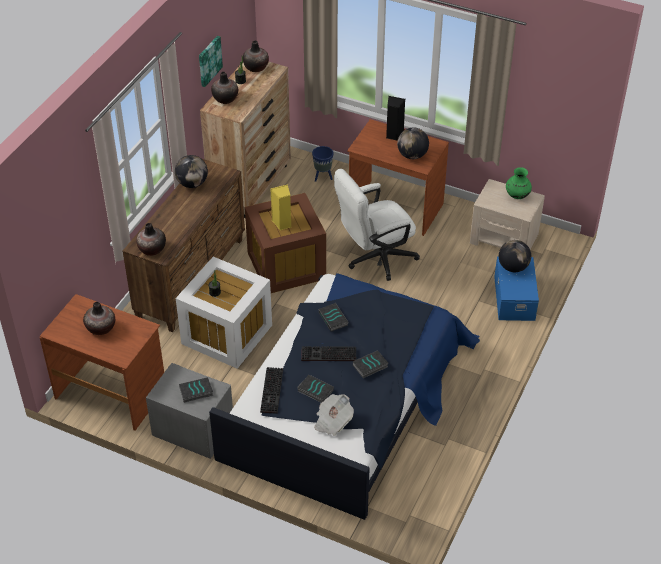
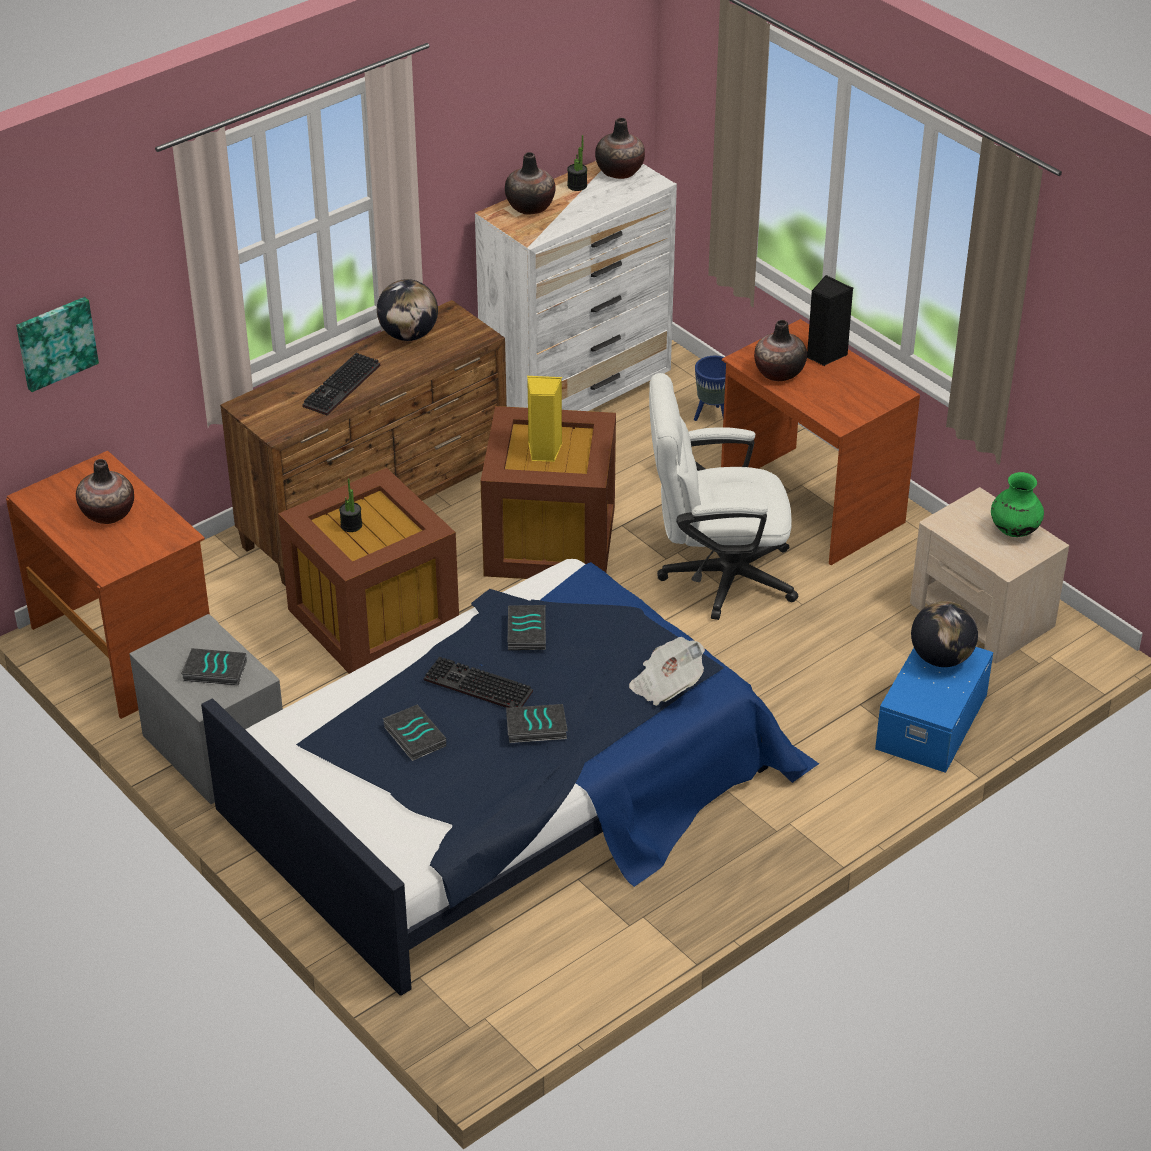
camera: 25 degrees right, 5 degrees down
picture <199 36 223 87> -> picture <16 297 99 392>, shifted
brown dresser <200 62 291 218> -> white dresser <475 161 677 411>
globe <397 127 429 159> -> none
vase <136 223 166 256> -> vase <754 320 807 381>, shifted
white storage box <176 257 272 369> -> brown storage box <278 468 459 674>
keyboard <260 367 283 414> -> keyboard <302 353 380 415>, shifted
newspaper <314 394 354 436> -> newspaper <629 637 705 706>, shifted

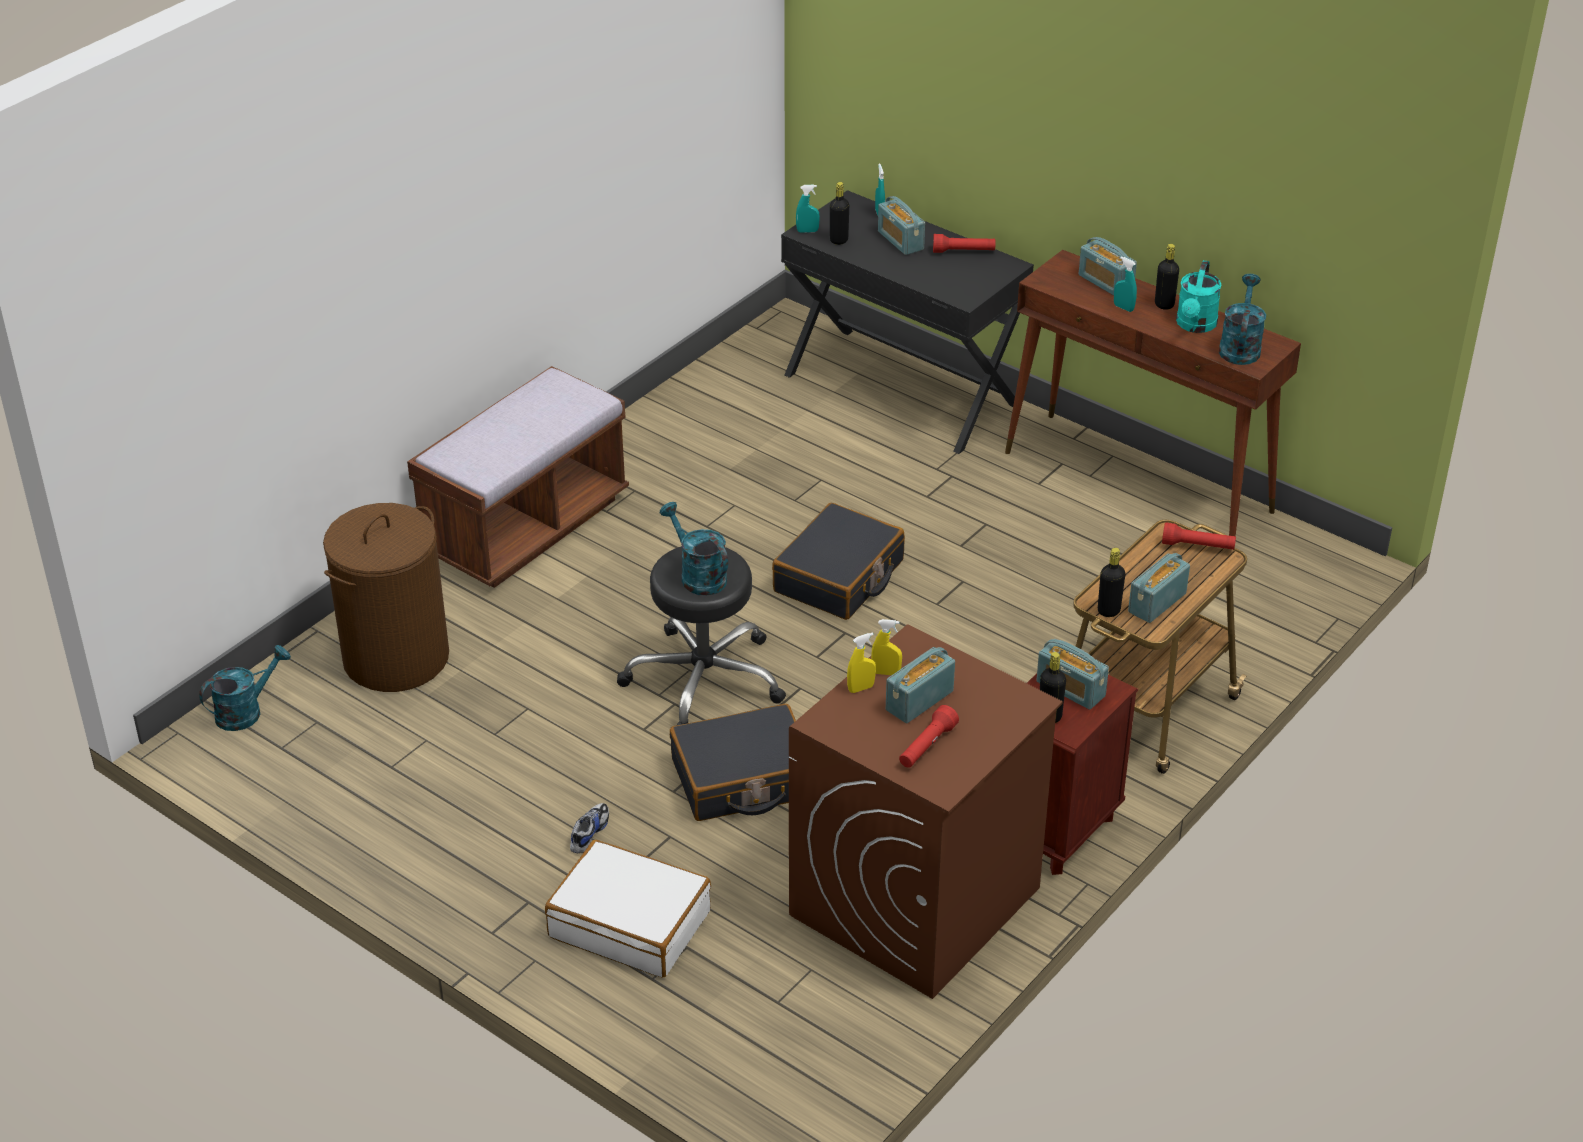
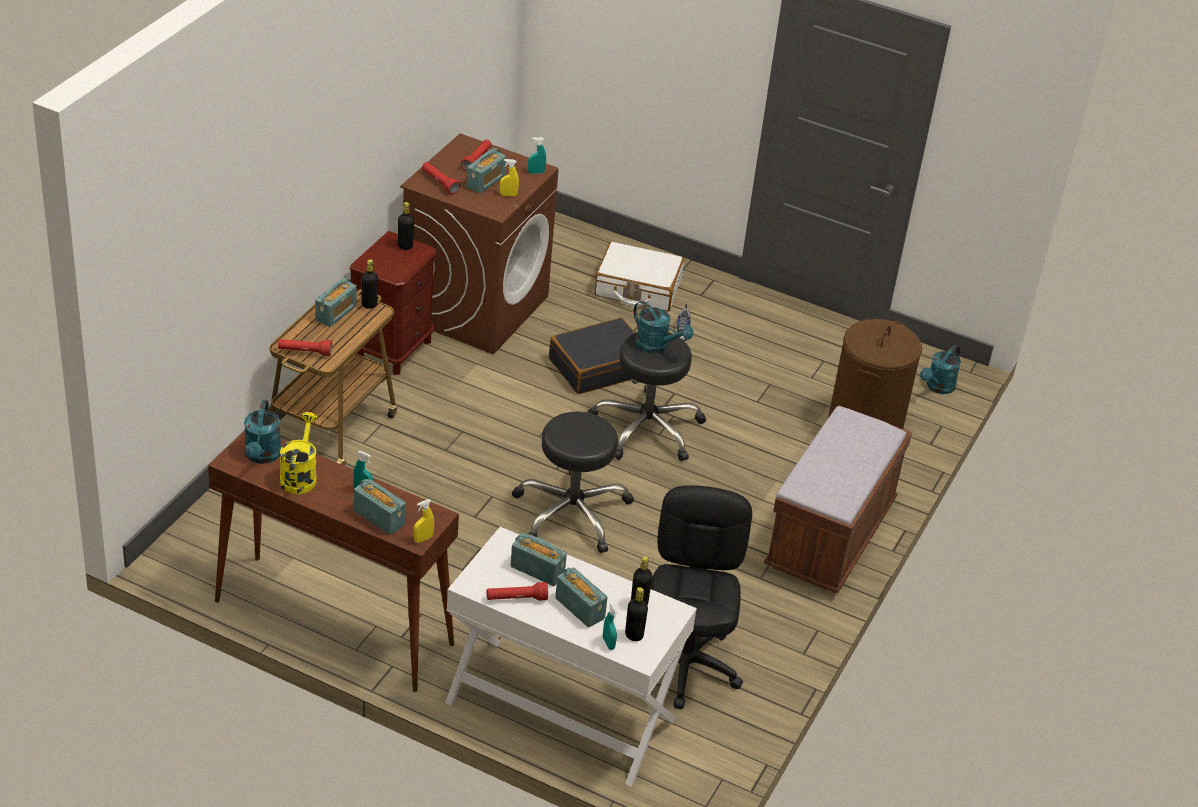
camera: 165 degrees right, 0 degrees up
turquoise spray bottle <796 185 820 233> -> turquoise spray bottle <528 137 546 174>, shifted
black desk <781 190 1034 454> -> white desk <445 527 697 787>
black bottle <1155 244 1179 310> -> black bottle <625 587 648 641>, shifted
turquoise watering can <1176 260 1221 333> -> yellow watering can <280 412 318 494>
black suitcase <772 503 905 620> -> black stool <512 411 634 553>
yellow spray bottle <847 632 876 693> -> yellow spray bottle <413 499 434 543>, shifted
radio <1036 639 1109 710> -> radio <510 533 567 586>, shifted
none -> red flashlight <422 162 460 194>
none -> black office chair <651 485 752 709>

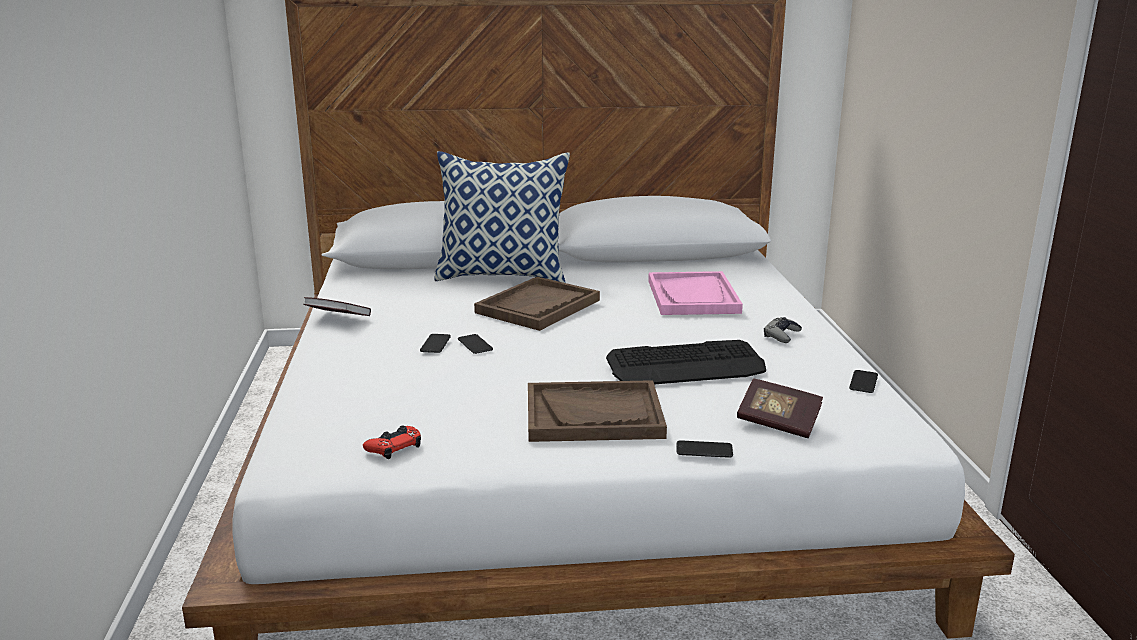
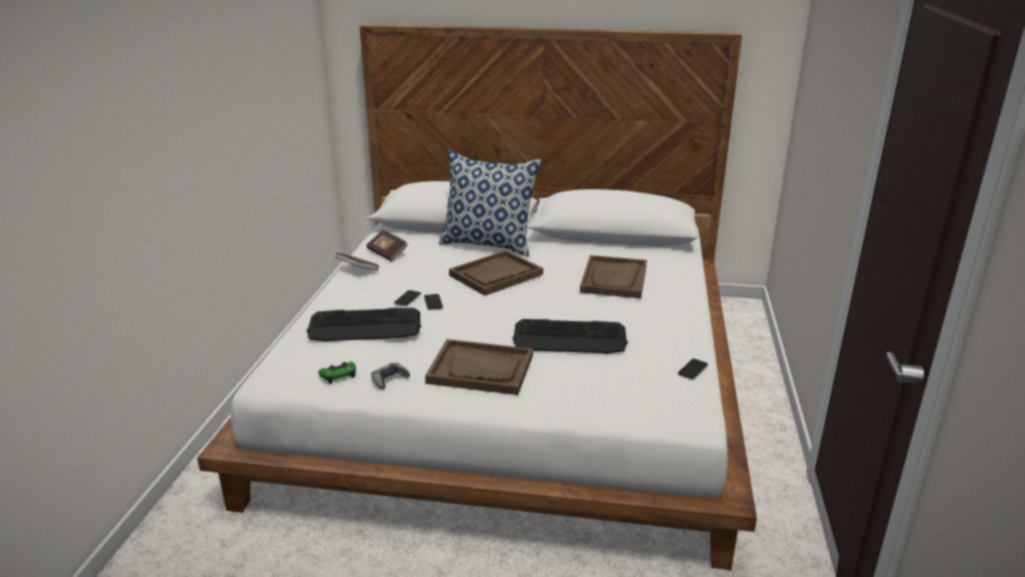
camera: 15 degrees right, 5 degrees up
pink tray <648 271 743 315> -> brown tray <580 255 647 298>
grey game controller <764 317 802 343> -> grey game controller <371 363 410 389>, shifted
book <737 378 823 438> -> book <366 230 408 261>, shifted
red game controller <363 425 421 459> -> green game controller <318 362 356 384>
phone <677 440 733 458> -> none
none -> keyboard <307 308 421 341>

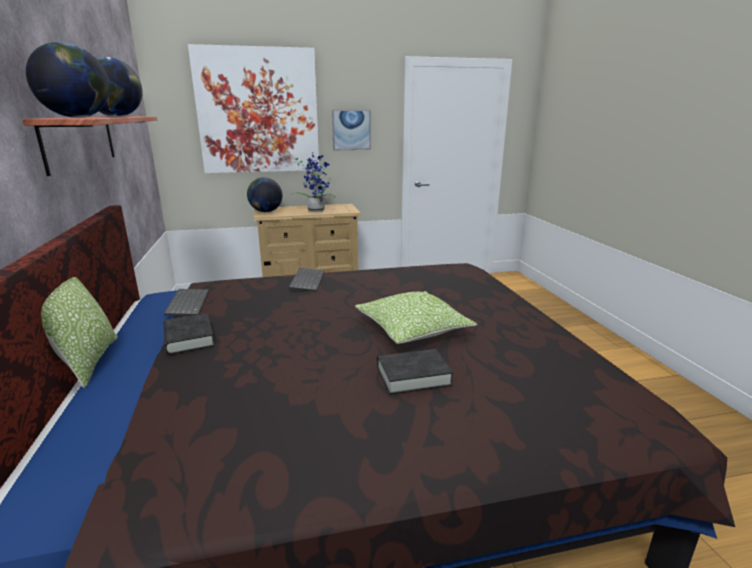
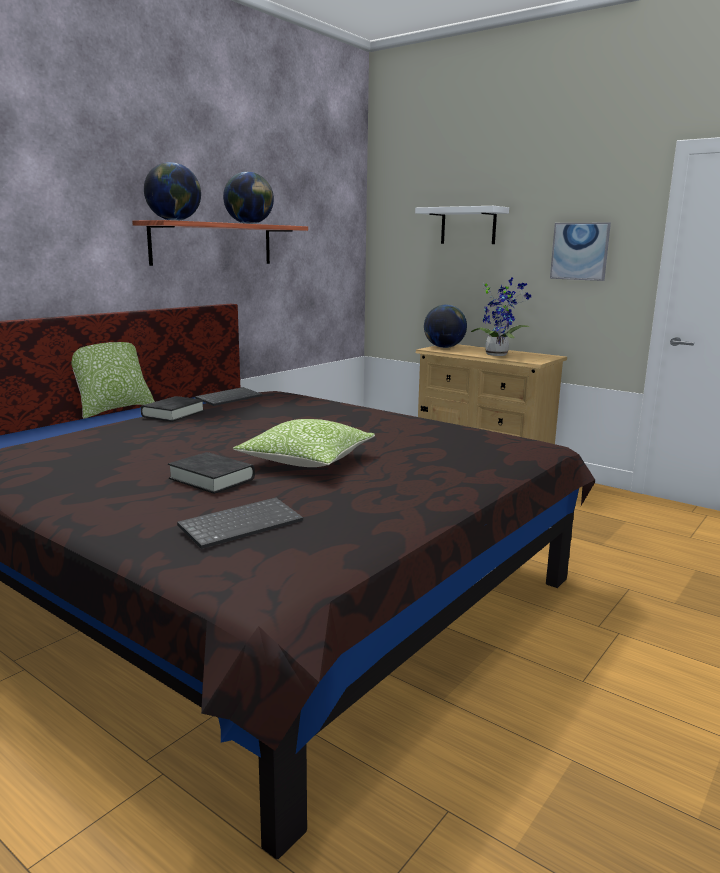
camera: 50 degrees right, 5 degrees down
picture <188 44 320 173> -> white shelf <415 206 509 244>
keyboard <289 268 325 292> -> keyboard <177 497 303 549>, shifted

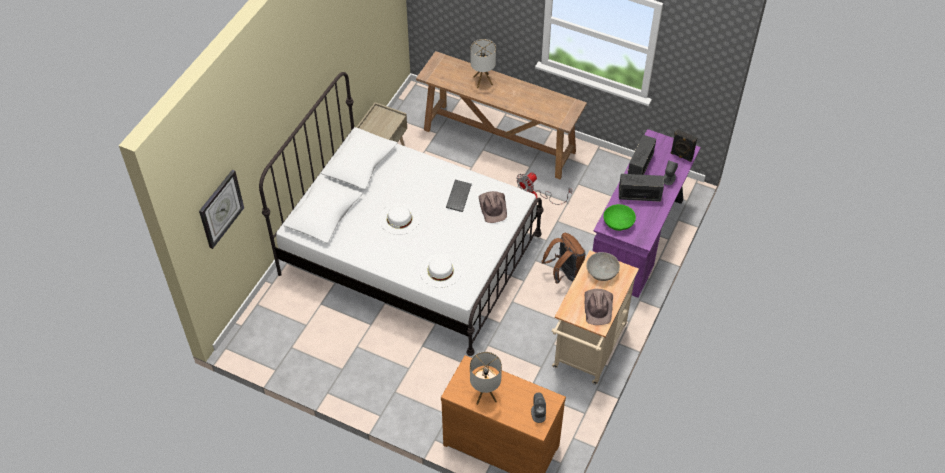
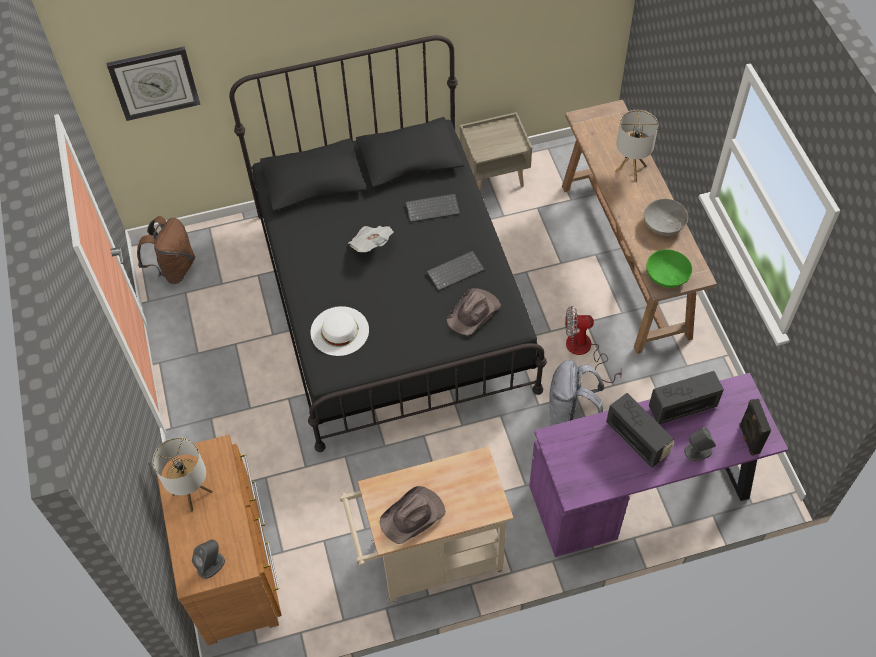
camera: 50 degrees right, 5 degrees up
white bed <259 72 544 356> -> black bed <229 35 547 452>
white hat <379 203 420 235> -> newspaper <348 226 394 252>
green bowl <603 204 636 231> -> green bowl <646 249 692 288>, shifted
brown backpack <542 233 586 284> -> brown backpack <137 216 195 284>, shifted
grey bowl <586 252 620 281> -> grey bowl <644 199 688 236>, shifted
none -> keyboard <406 194 460 222>
none -> grey backpack <549 360 604 425>

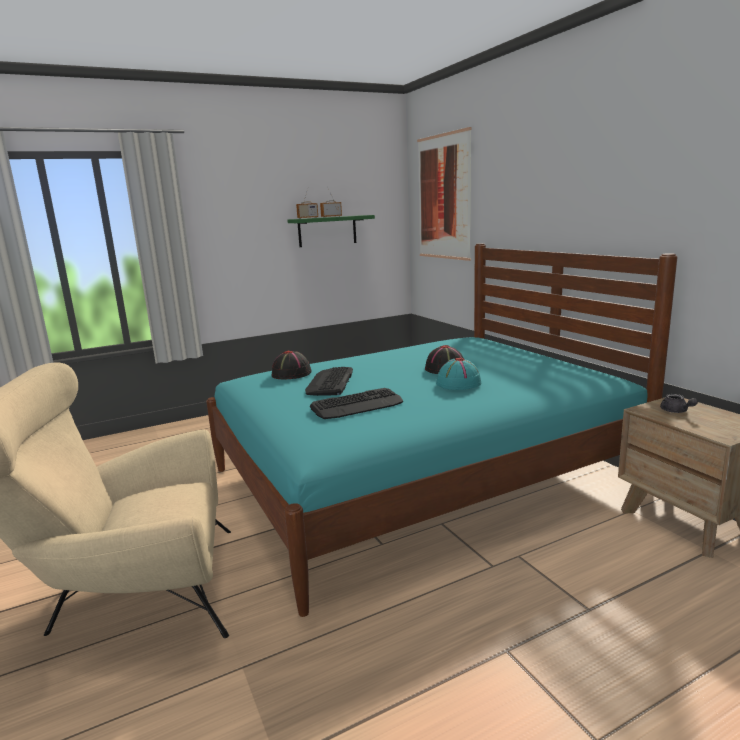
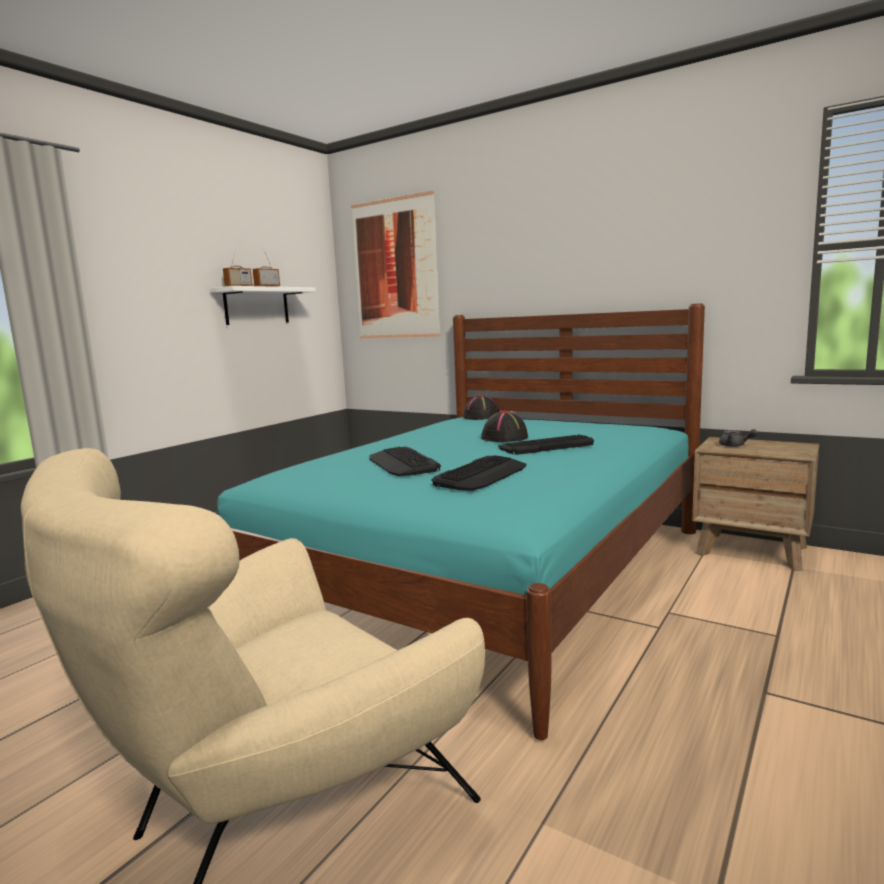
camera: 30 degrees left, 5 degrees down
green shelf <287 215 375 247> -> white shelf <211 286 316 325>
black hat <271 350 312 379> -> black hat <463 395 500 420>, shifted
turquoise hat <436 358 481 390> -> keyboard <498 435 594 455>

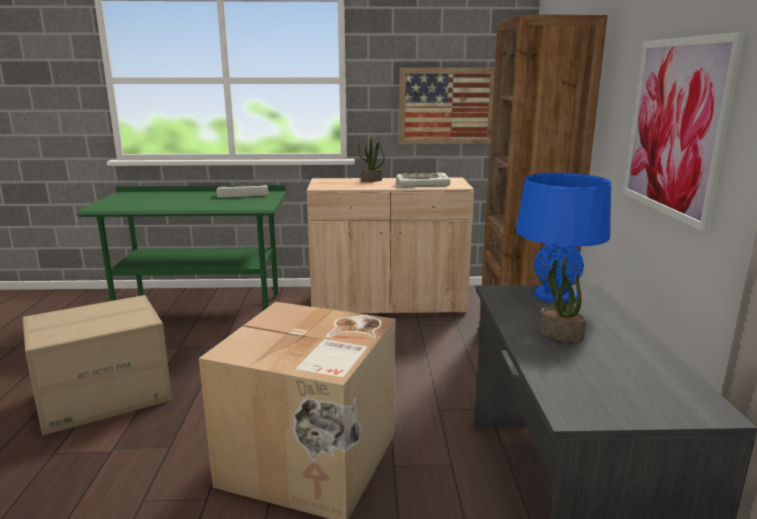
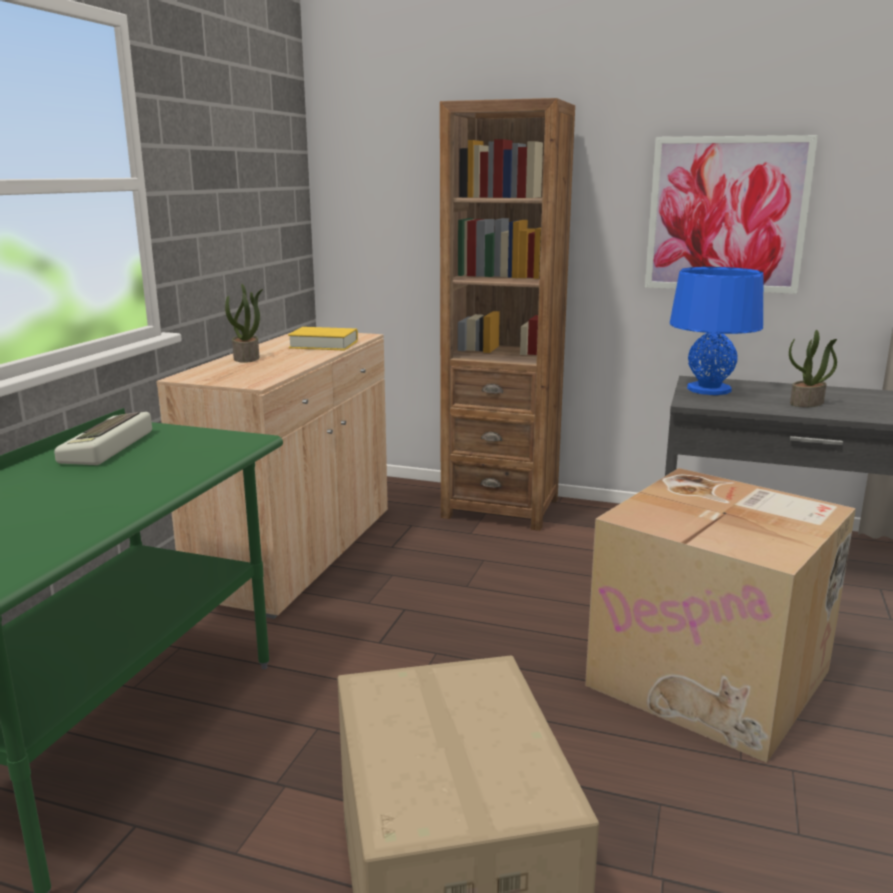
camera: 70 degrees left, 0 degrees up
picture <399 68 495 144> -> none
keyboard <396 173 450 188> -> yellow book <288 327 358 351>

